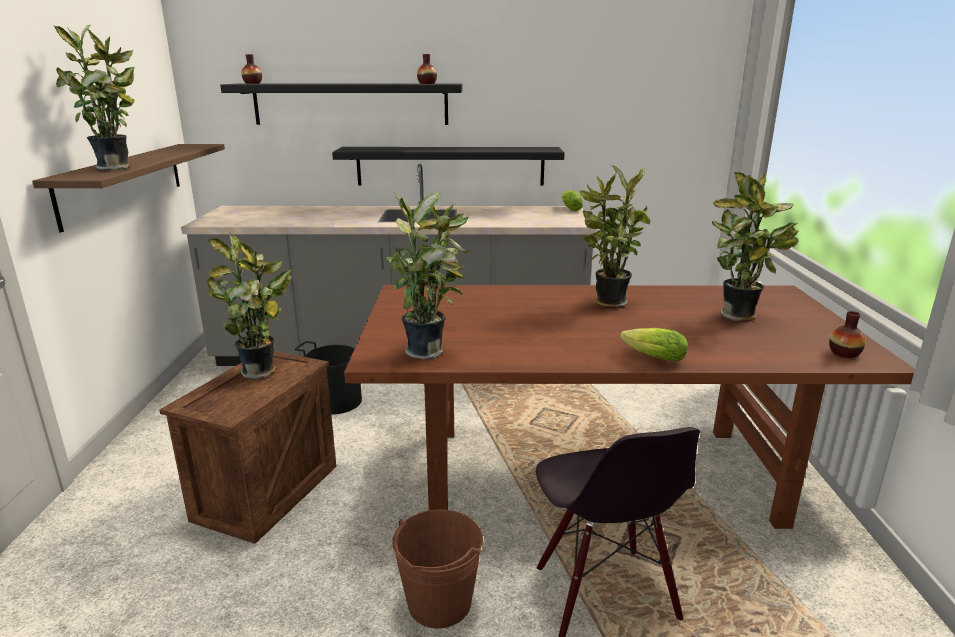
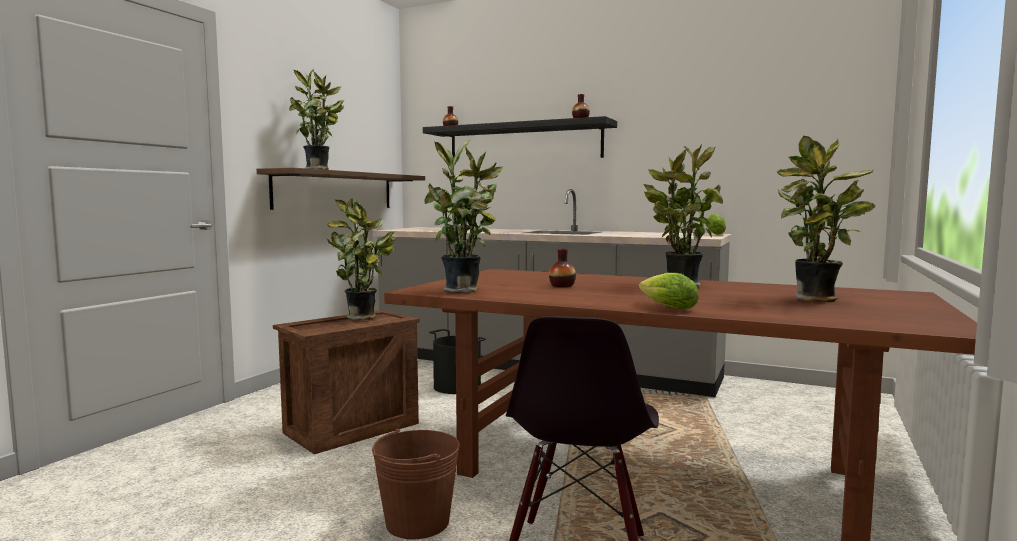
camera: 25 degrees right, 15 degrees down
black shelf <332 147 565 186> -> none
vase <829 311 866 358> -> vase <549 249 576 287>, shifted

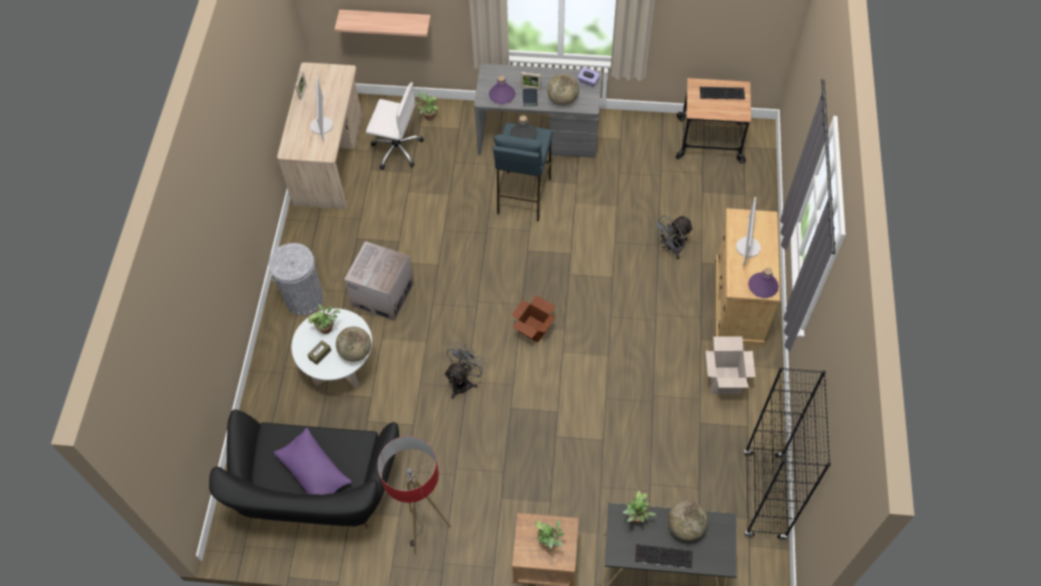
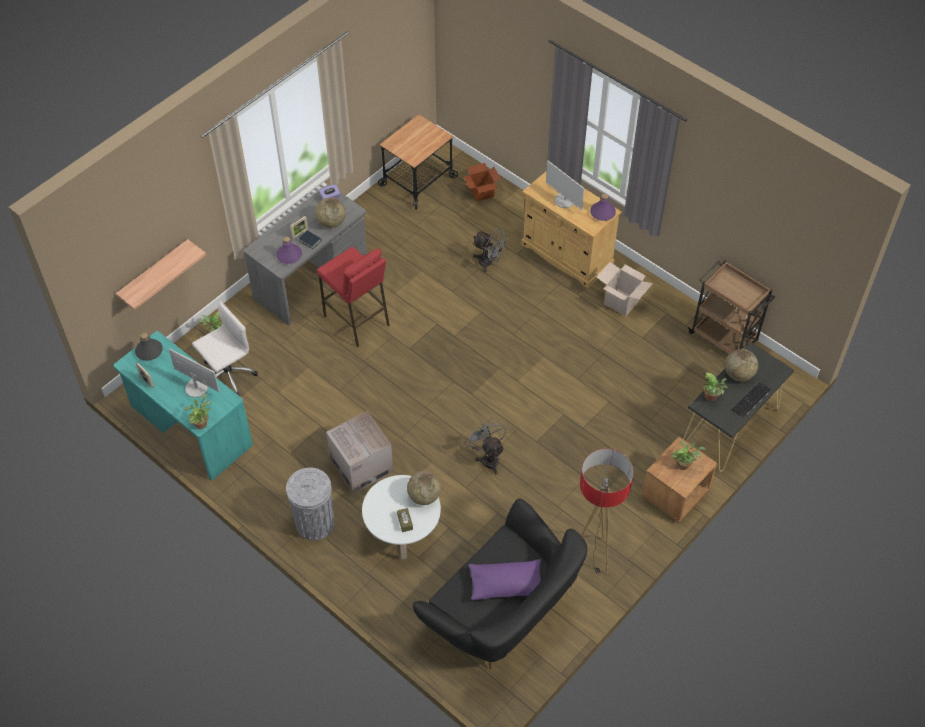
camera: 55 degrees left, 5 degrees down
beige desk <277 62 362 209> -> turquoise desk <114 331 253 480>
keyboard <700 87 745 100> -> none
grey bottle <510 115 537 139> -> grey bottle <135 333 163 361>, shifted
blue stool <493 123 553 221> -> red stool <317 247 390 347>
grey fan <652 215 694 259> -> grey fan <473 229 508 272>, 60 degrees counterclockwise
cardboard box <511 295 556 343> -> cardboard box <463 163 501 202>, shifted
potted plant <308 305 341 334> -> potted plant <183 394 211 429>, shifted
black bookcase <744 367 831 540> -> brown cart <688 261 775 354>

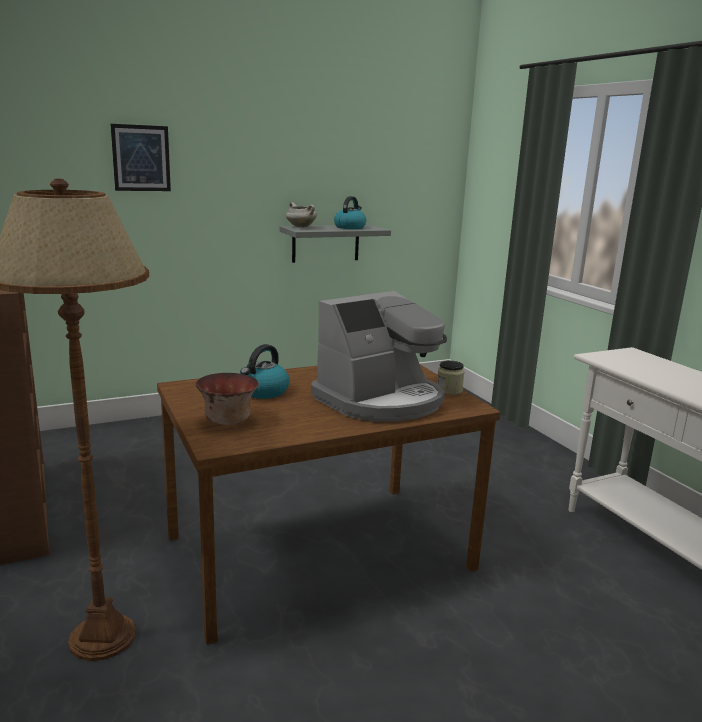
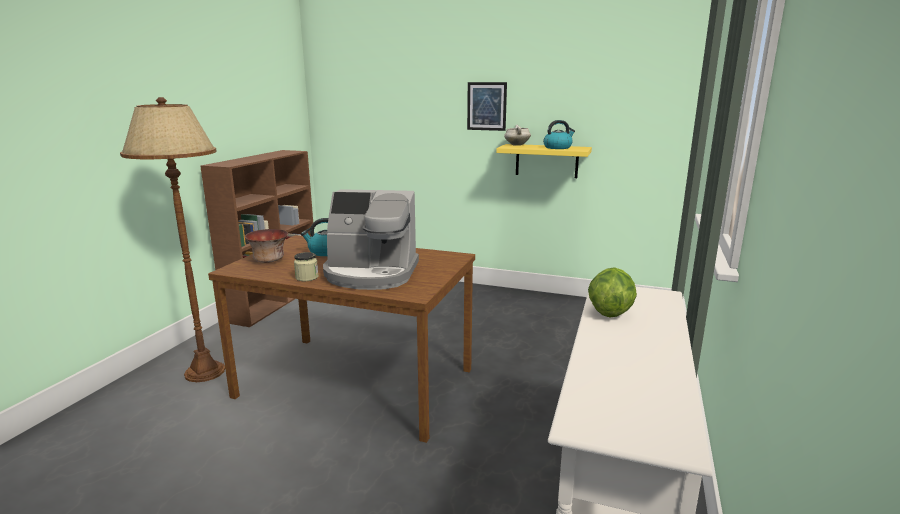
camera: 45 degrees right, 0 degrees up
picture <111 124 171 191> -> picture <467 82 507 131>, shifted
grey shelf <279 225 391 263> -> yellow shelf <496 144 592 178>
jar <437 360 464 395> -> jar <294 252 318 281>, shifted
none -> lettuce <588 267 637 317>

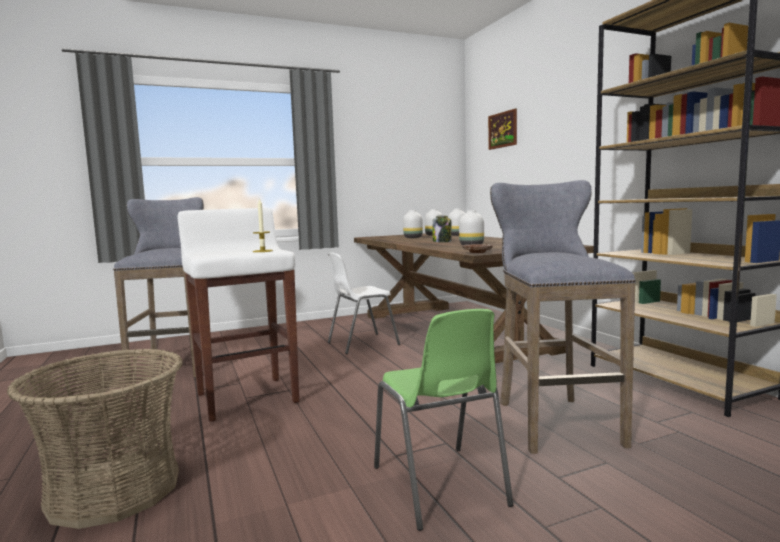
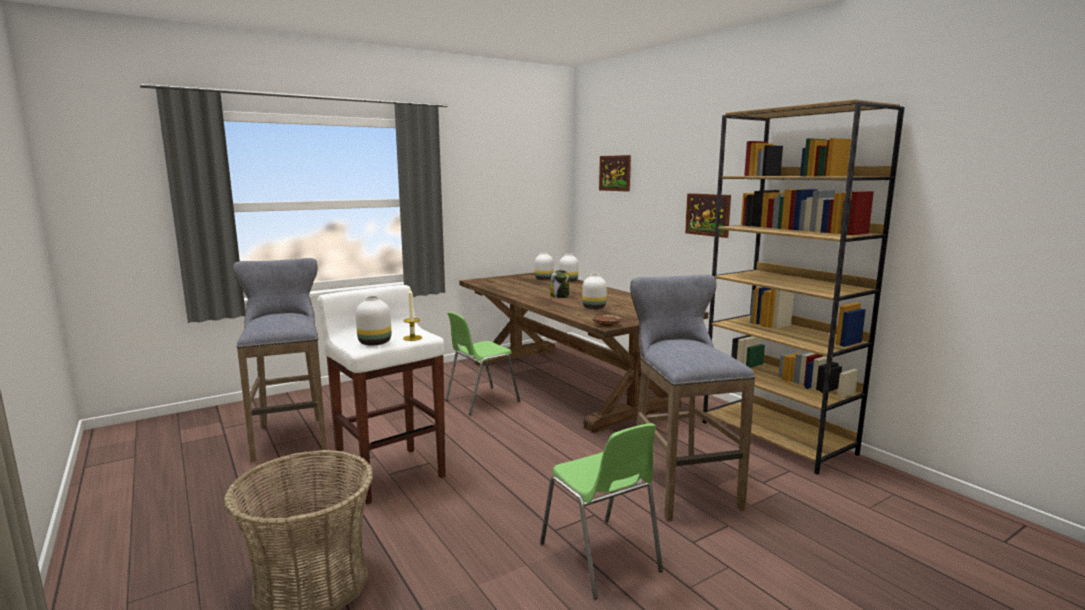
camera: 10 degrees left, 5 degrees up
white vase <403 210 423 238> -> white vase <356 296 391 346>, shifted
white chair <328 253 400 354> -> green chair <445 312 520 415>
none -> picture <685 193 731 238>

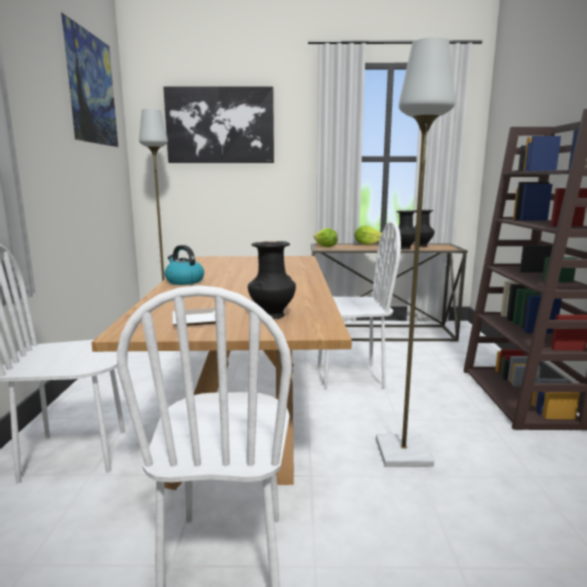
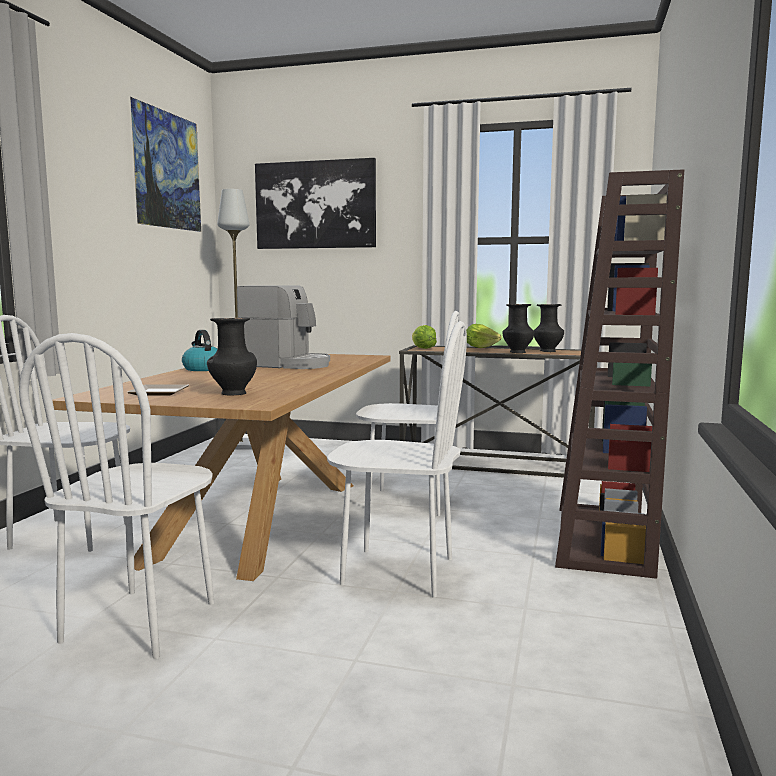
camera: 15 degrees right, 5 degrees down
grey floor lamp <376 37 455 467> -> white chair <327 321 467 598>
none -> coffee machine <237 285 330 369>

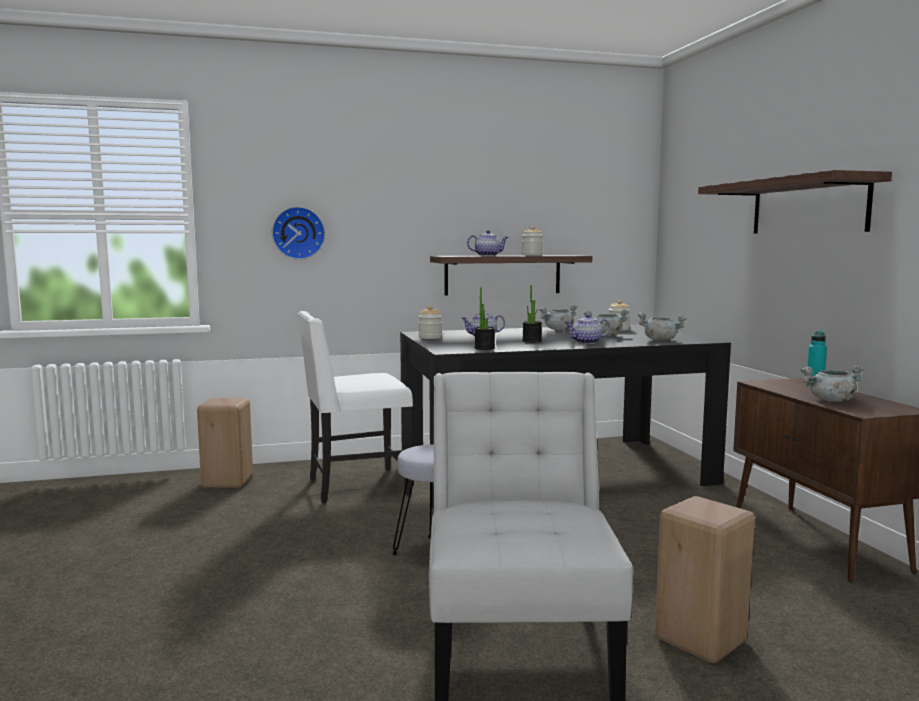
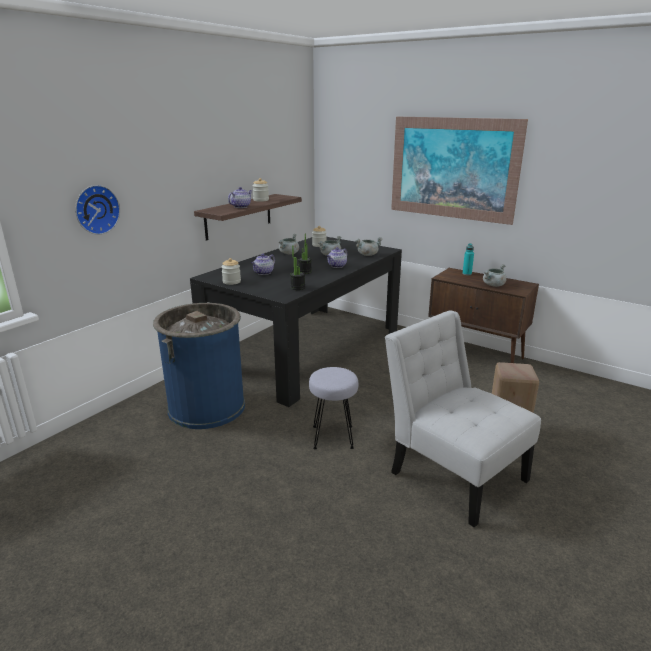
camera: 40 degrees left, 15 degrees up
shelf <698 170 892 234> -> picture <391 117 528 225>
white chair <297 311 413 503> -> blue trash can <153 303 245 429>
beige stool <197 398 253 488> -> none

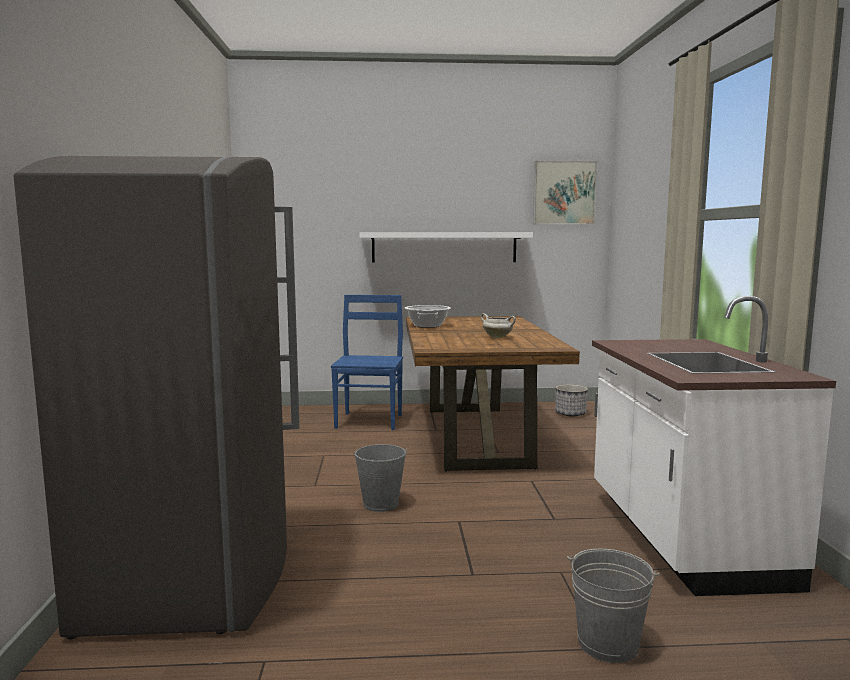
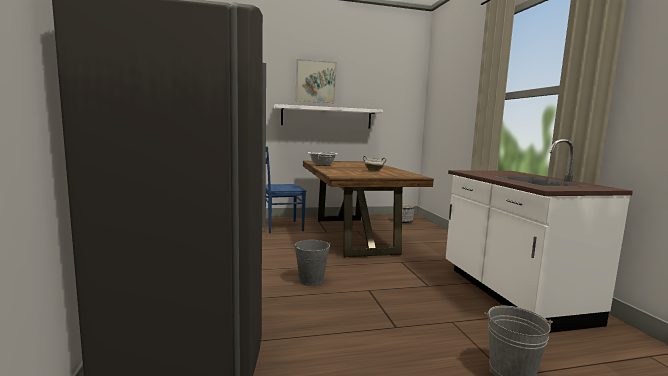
camera: 10 degrees left, 0 degrees up
picture <533 161 597 225> -> picture <296 59 337 103>, shifted
blue chair <331 295 403 430> -> blue chair <265 146 306 233>, 105 degrees counterclockwise

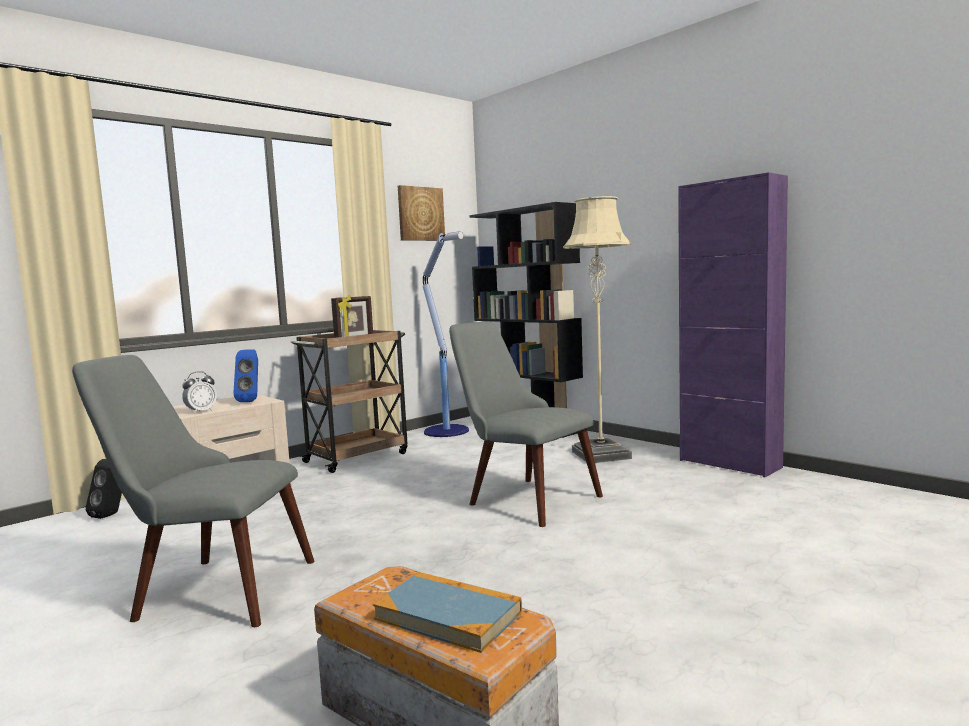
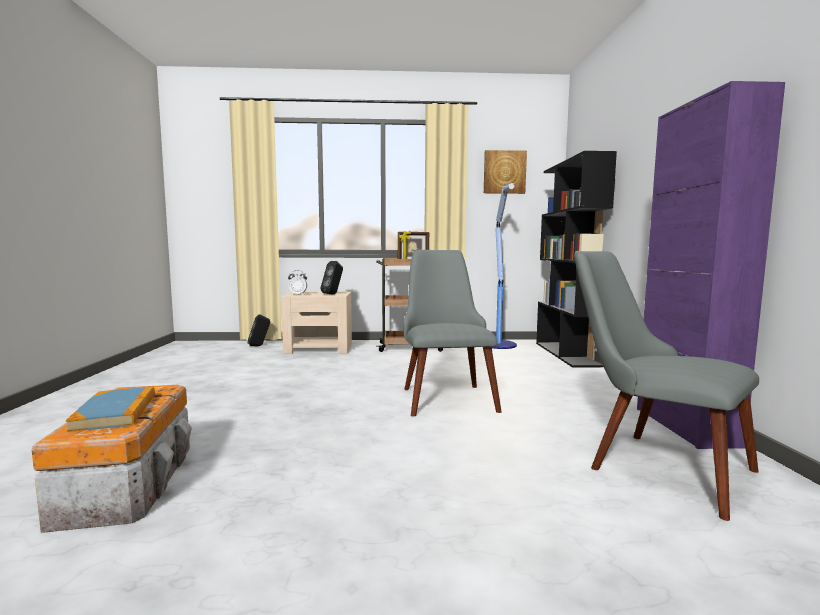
camera: 40 degrees right, 0 degrees up
beige floor lamp <563 196 632 463> -> none
blue speaker <233 349 258 402> -> black speaker <321 261 343 295>
grey chair <72 355 314 627> -> grey chair <574 251 759 521>, shifted

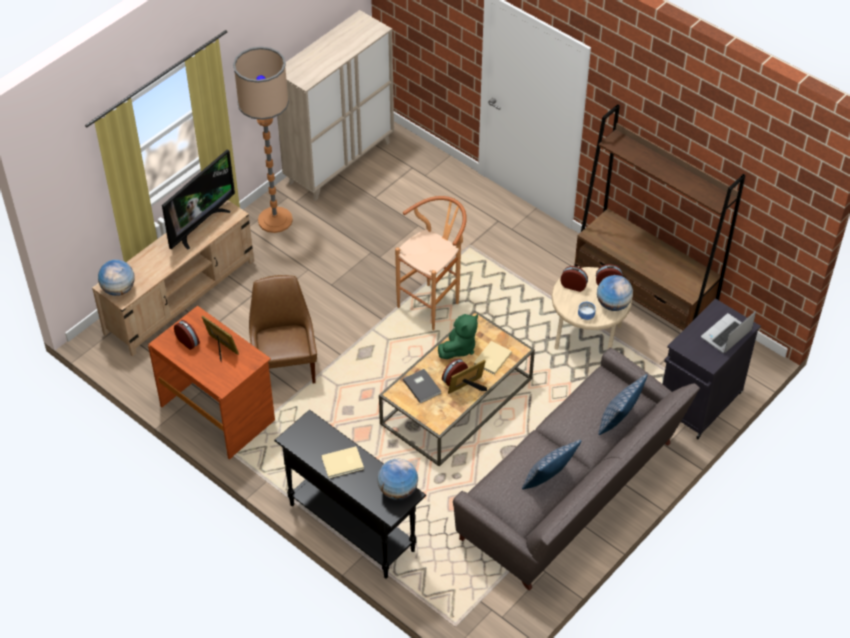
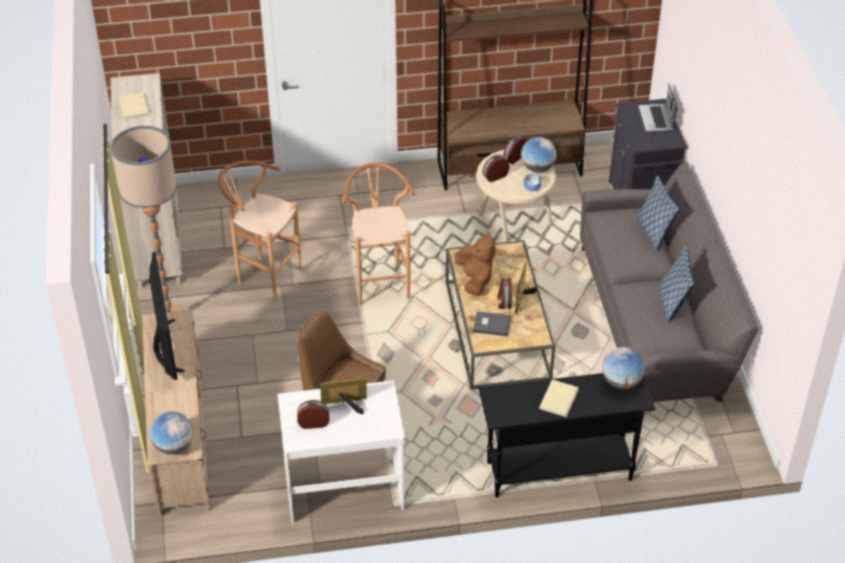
camera: 50 degrees left, 5 degrees down
brown desk <148 306 275 459> -> white desk <277 380 405 524>
green plush toy <438 314 478 359> -> brown plush toy <454 232 496 296>
beige book <474 341 512 375> -> beige book <119 93 150 120>, shifted
none -> brown stool <218 161 301 301>

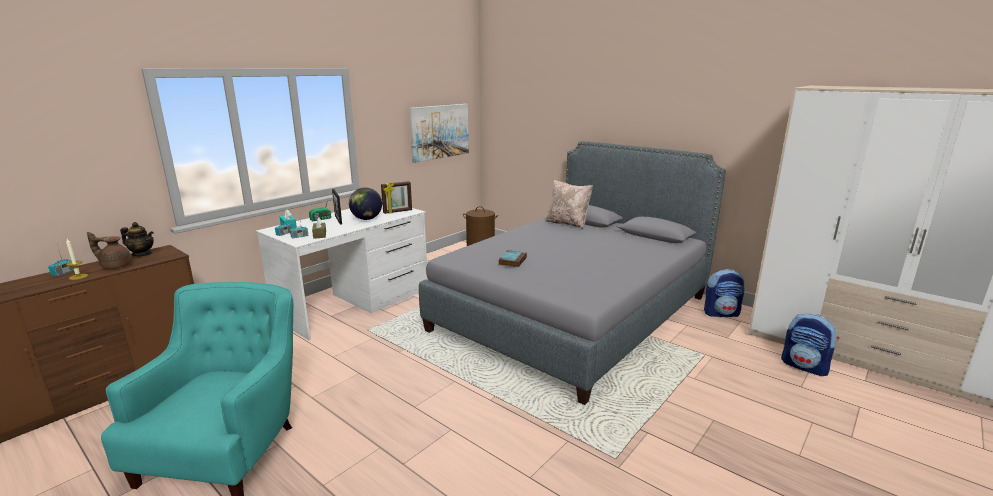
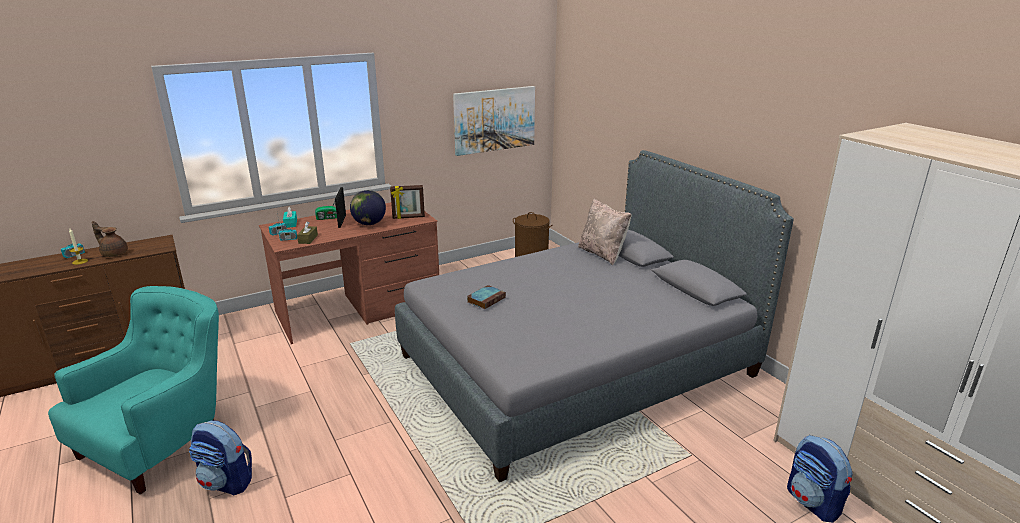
camera: 20 degrees right, 5 degrees up
white desk <256 205 428 340> -> brown desk <259 202 439 344>
teapot <120 222 154 257> -> none
backpack <704 269 745 317> -> backpack <189 420 252 496>, shifted

